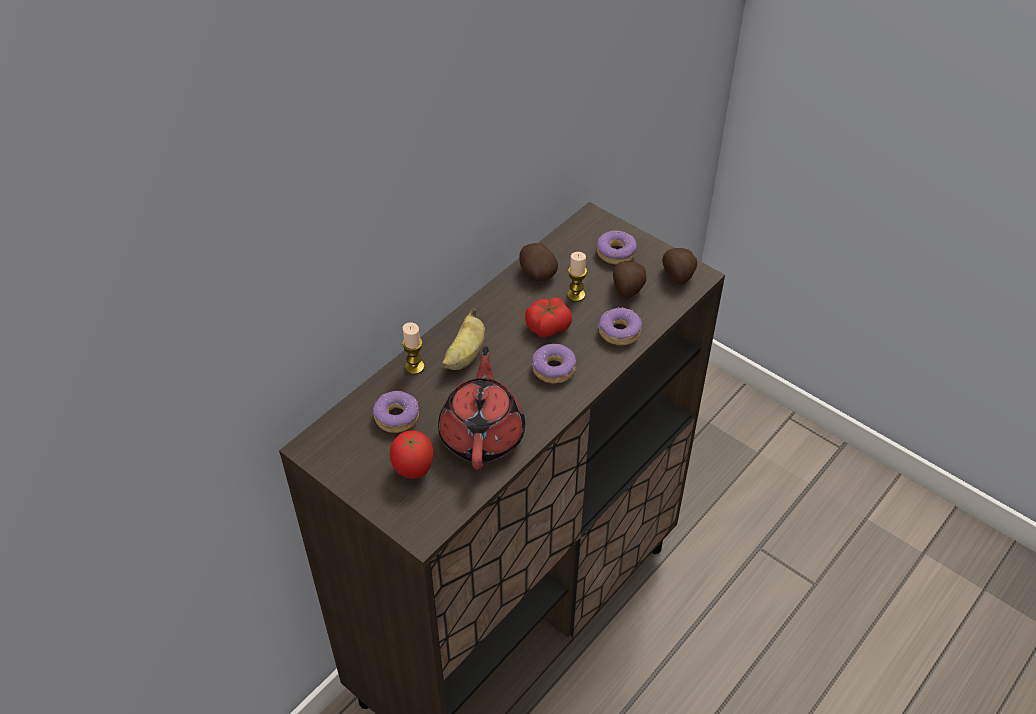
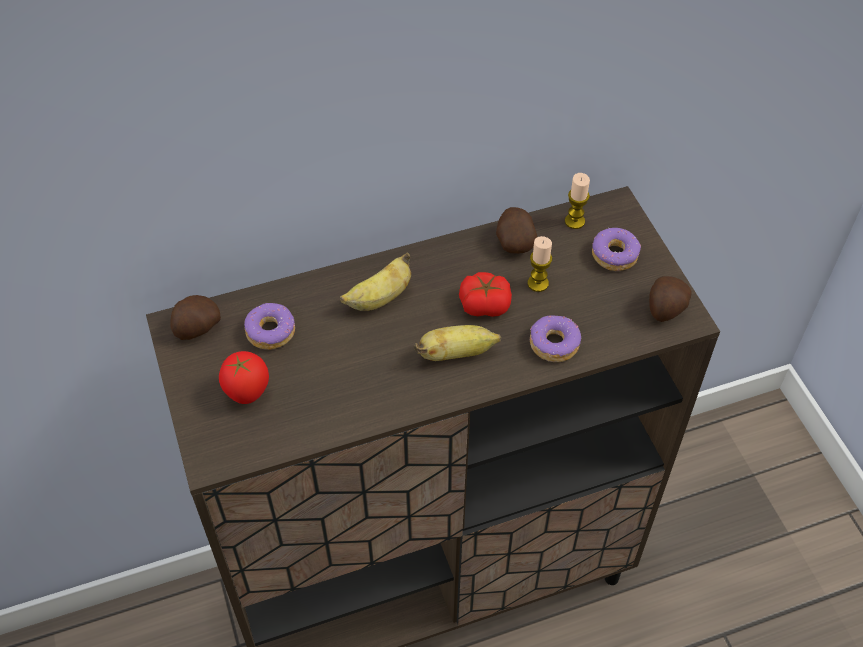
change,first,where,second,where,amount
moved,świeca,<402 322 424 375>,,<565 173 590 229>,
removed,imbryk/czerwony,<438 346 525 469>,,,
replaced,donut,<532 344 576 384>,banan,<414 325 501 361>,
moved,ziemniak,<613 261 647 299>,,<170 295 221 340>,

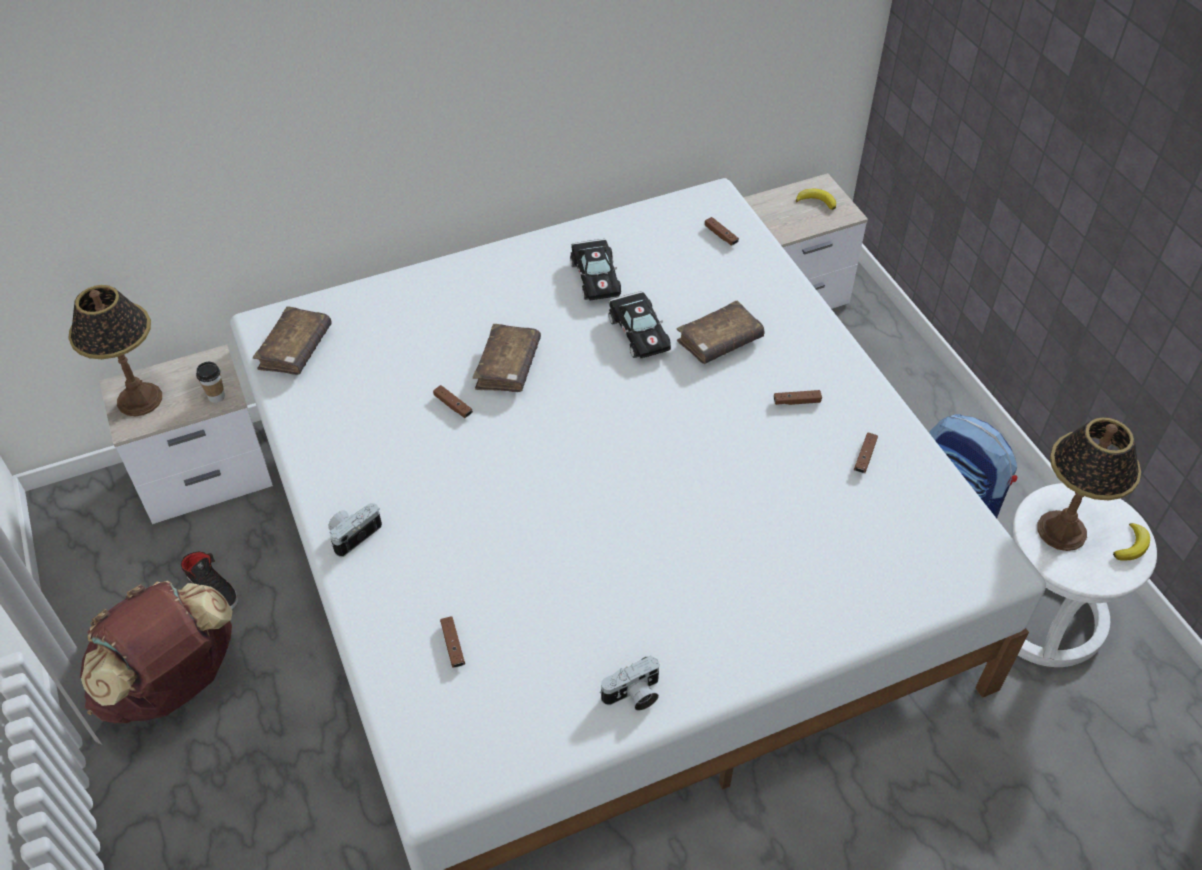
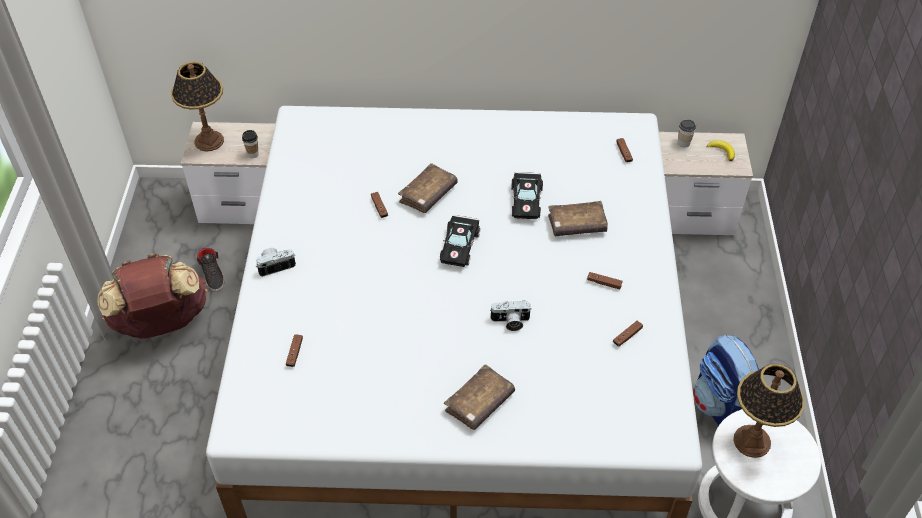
change,first,where,second,where,amount
moved,książka/brązowy,<253 306 332 375>,,<444 364 515 430>,
moved,samochodzik/czarny,<570 239 621 300>,,<440 215 480 267>,
moved,aparat fotograficzny,<600 656 660 710>,,<489 300 532 331>,
removed,banan,<1113 523 1150 561>,,,
added,,,filiżanka,<678 119 696 147>,

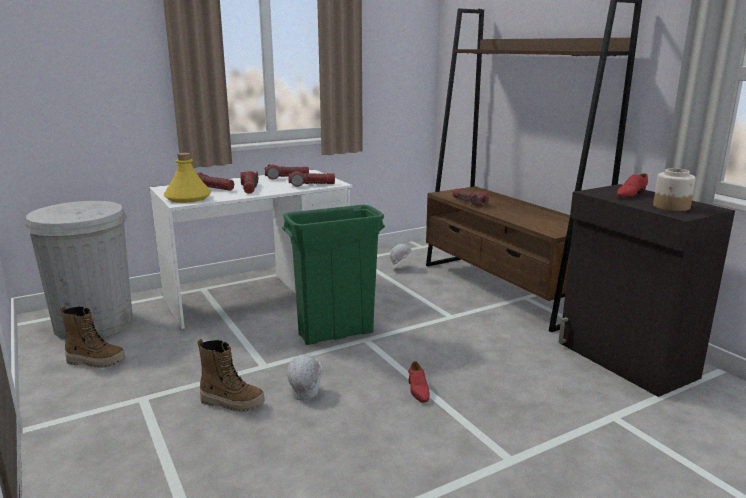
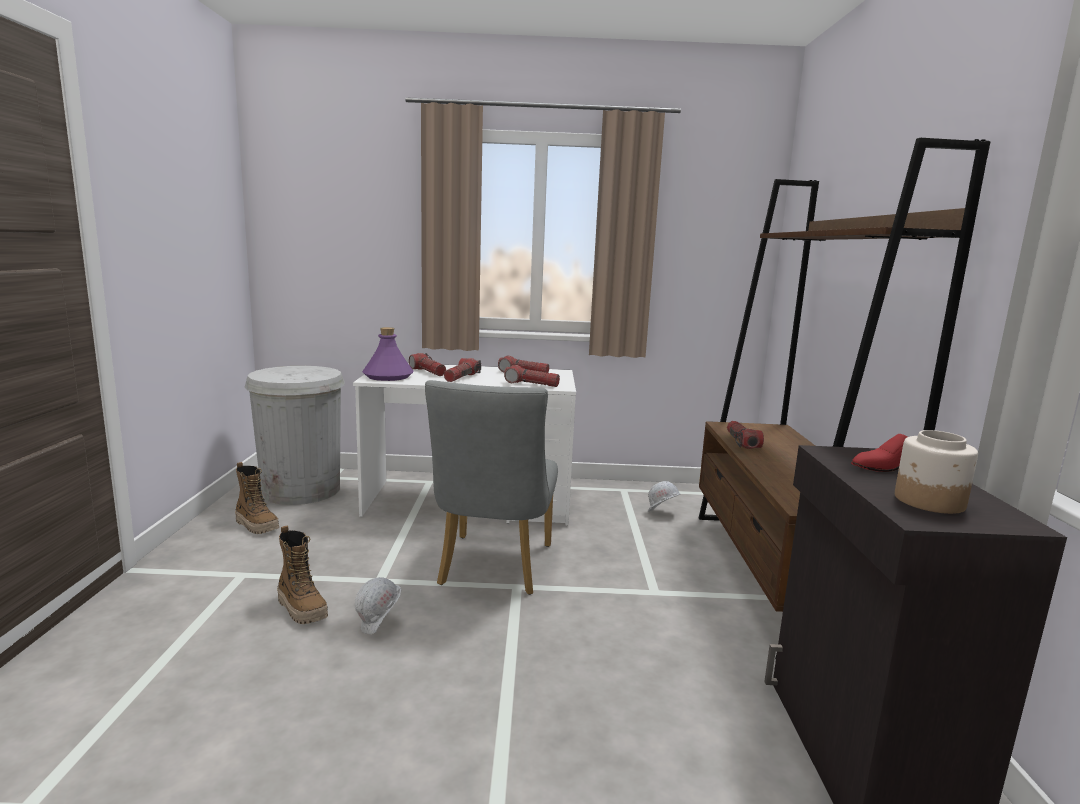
change,first,where,second,where,amount
recoloured,butelka/żółty,<164 153 211 203>,butelka/fioletowy,<362 327 413 381>,
replaced,kosz na śmieci/zielony,<282 205 385 345>,krzesło/szary,<425 380 558 595>,
removed,but/czerwony,<408 361 429 403>,,,

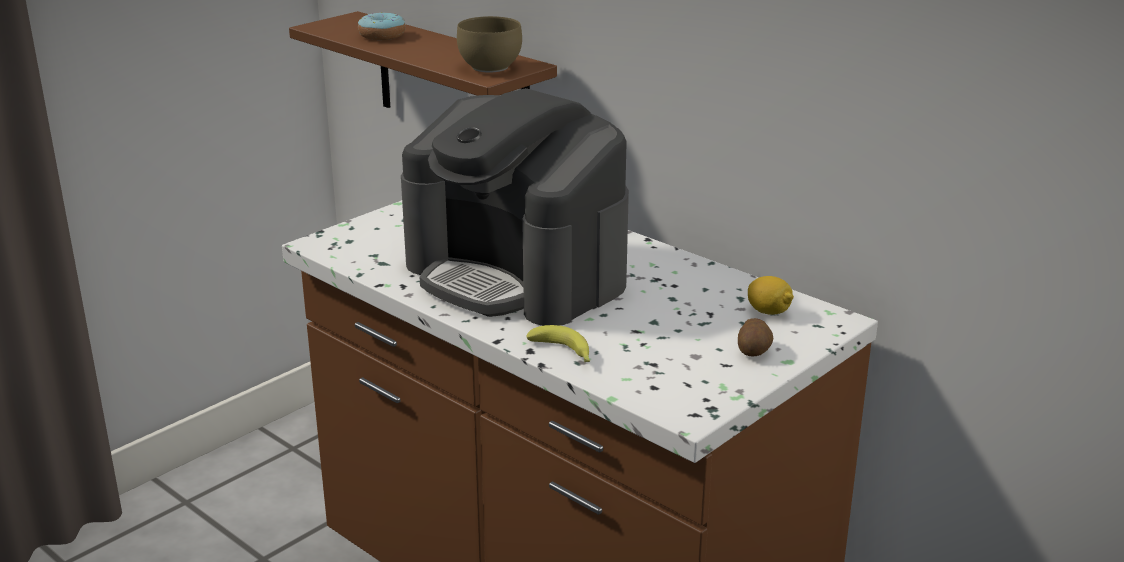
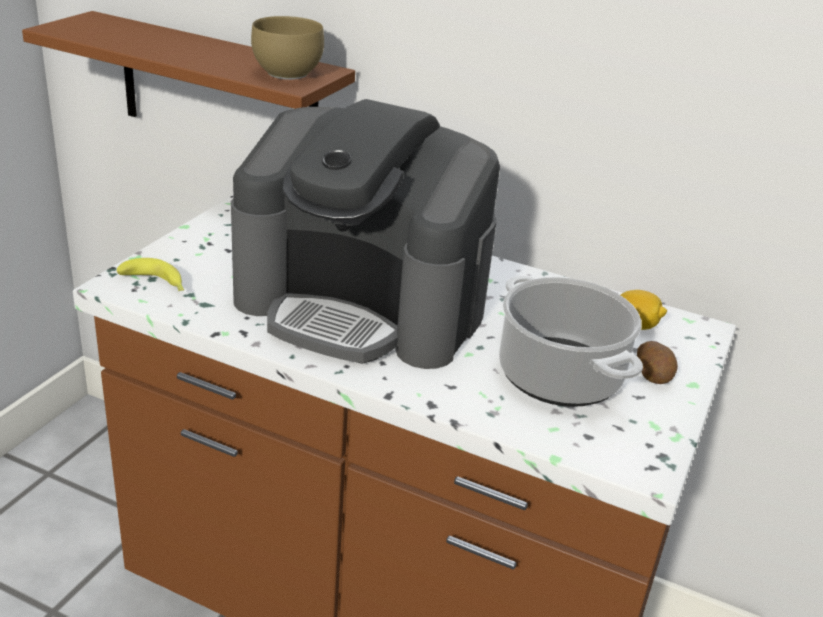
change,first,where,second,where,amount
removed,donut,<358 12 406 40>,,,
moved,banan,<526 325 590 362>,,<117 258 184 291>,
added,,,garnek,<499 275 643 407>,

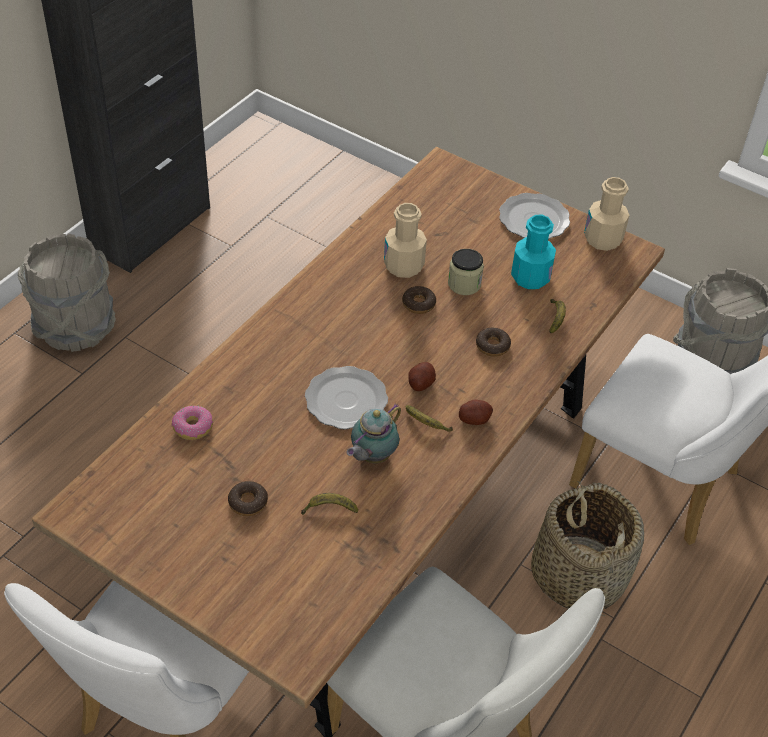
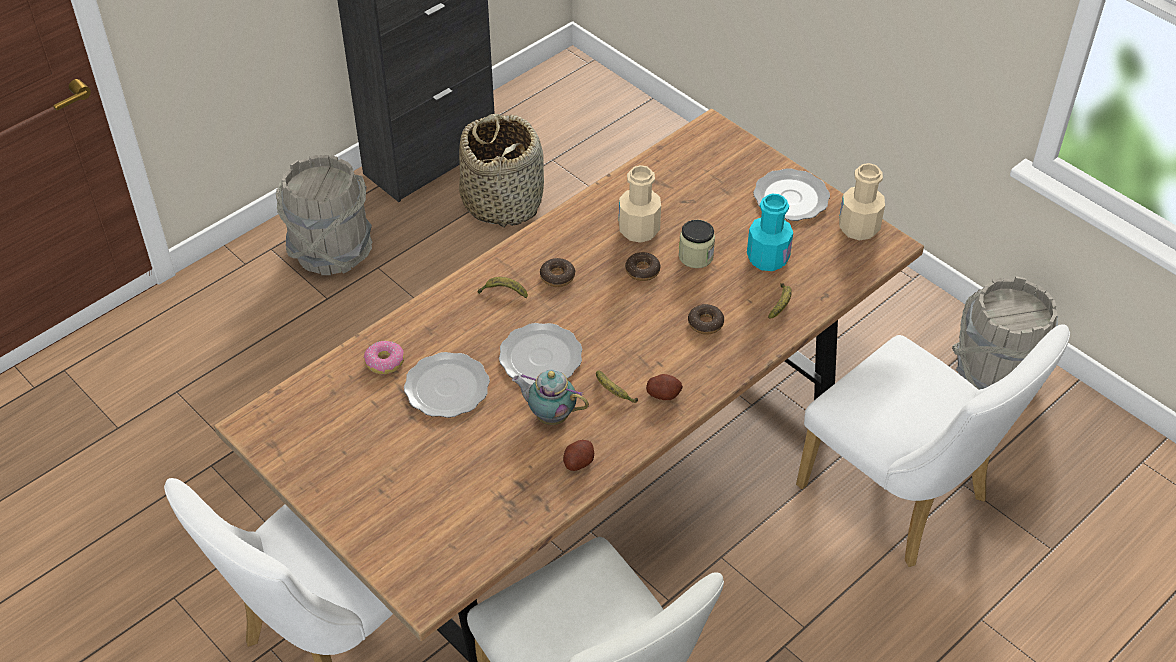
change,first,where,second,where,amount
moved,donut,<228 481 268 516>,,<540 258 575 287>,
moved,banan,<301 493 358 515>,,<478 277 528 298>,
turned,imbryk,<347 403 401 463>,,<512 369 589 425>,60 degrees clockwise
moved,ziemniak,<408 362 436 391>,,<563 440 594 471>,
moved,koszyk,<531 481 644 616>,,<459 114 544 228>,
added,,,talerz,<404 352 490 418>,

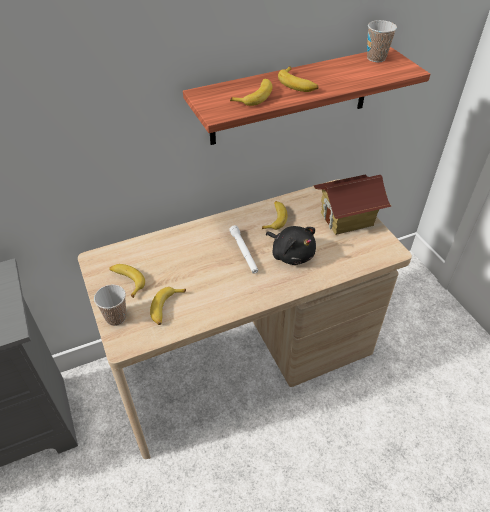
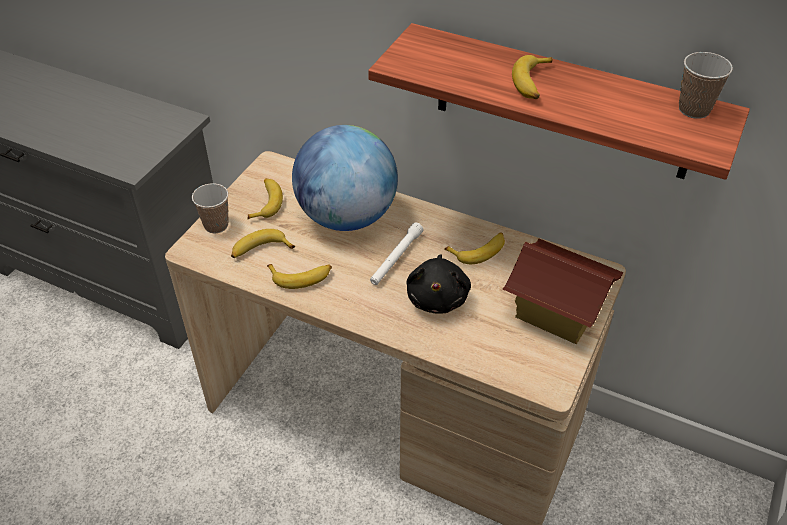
change,first,where,second,where,amount
moved,banan,<230 78 272 106>,,<267 264 332 289>,
added,,,globus,<292 125 398 231>,

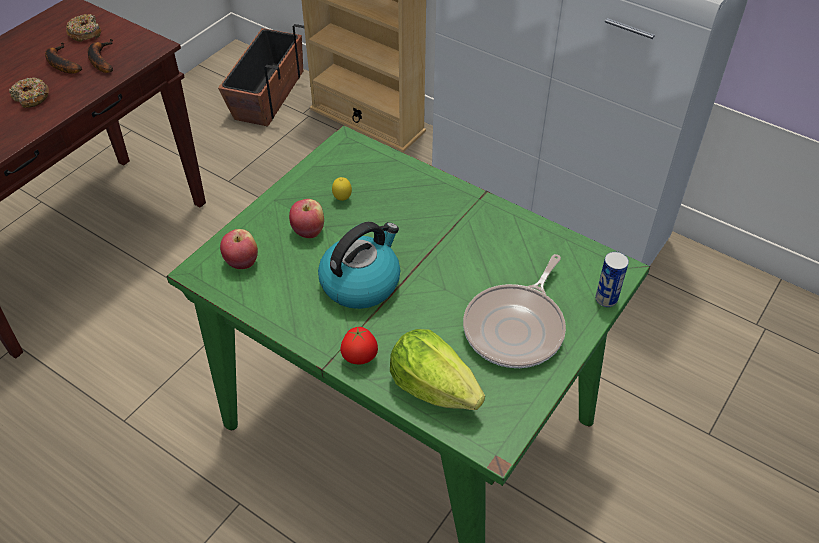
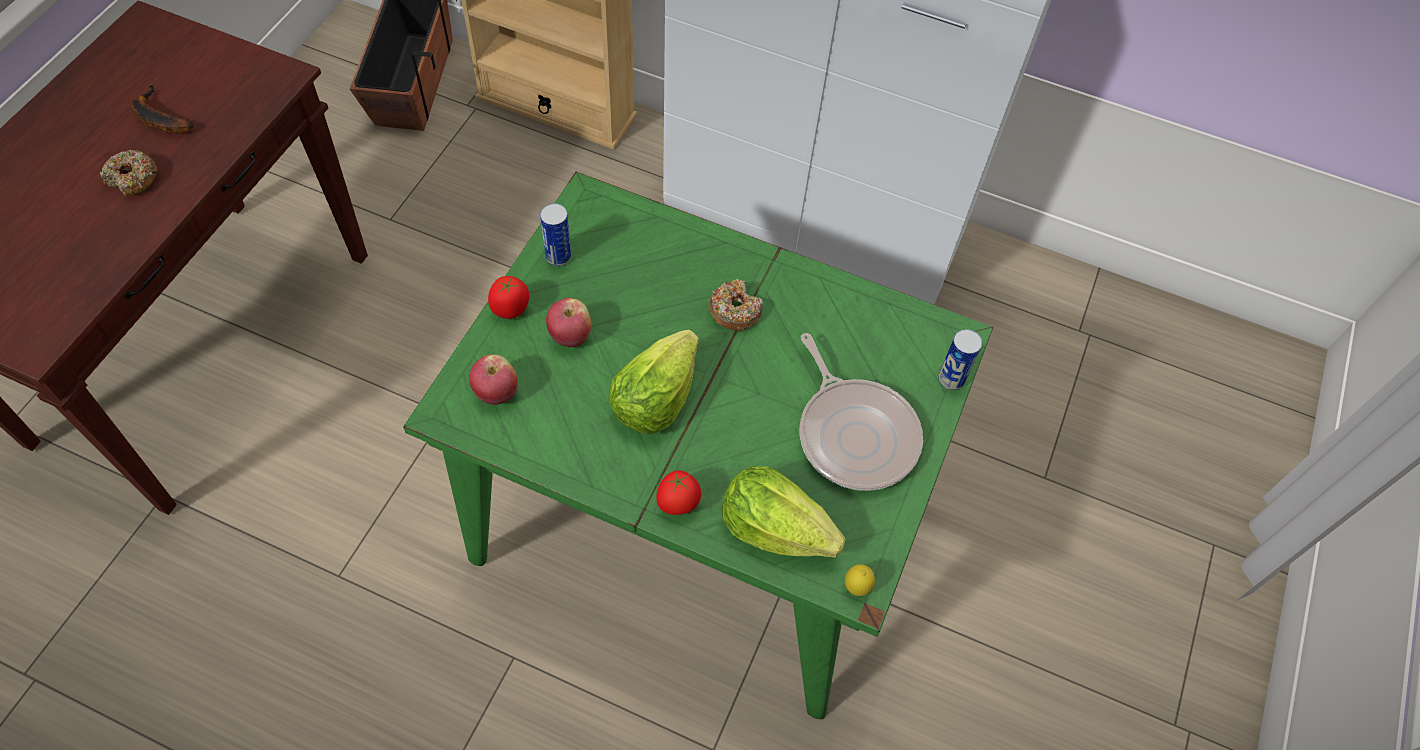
change,first,where,second,where,amount
moved,donut,<66 14 101 42>,,<709 279 763 331>,
removed,banan,<87 39 113 73>,,,
replaced,czajnik,<318 222 400 309>,sałata,<608 330 699 434>,
moved,cytryna,<332 177 352 201>,,<845 564 875 596>,
turned,patelnia,<463 254 566 368>,,<800 333 923 491>,45 degrees counterclockwise
added,,,pomidor,<488 276 529 319>,
added,,,puszka,<540 203 572 266>,

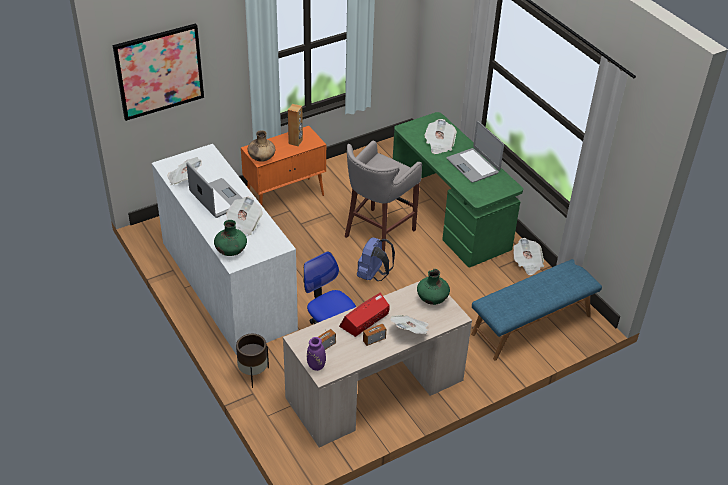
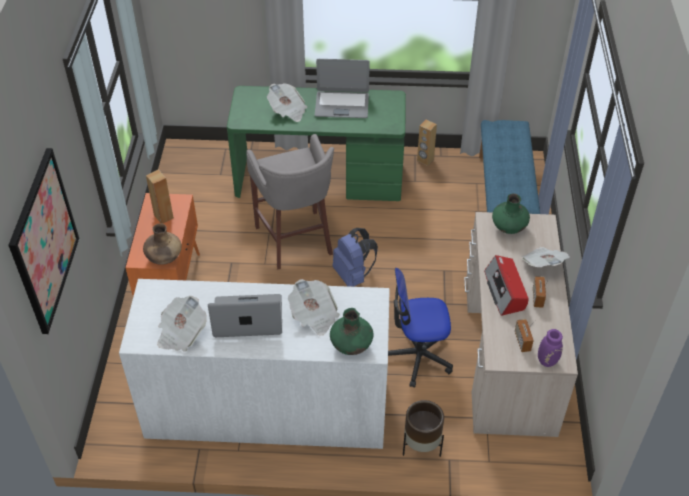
change,first,where,second,where,amount
replaced,gazeta,<513 238 544 275>,głośnik/brązowy,<417 119 437 166>,

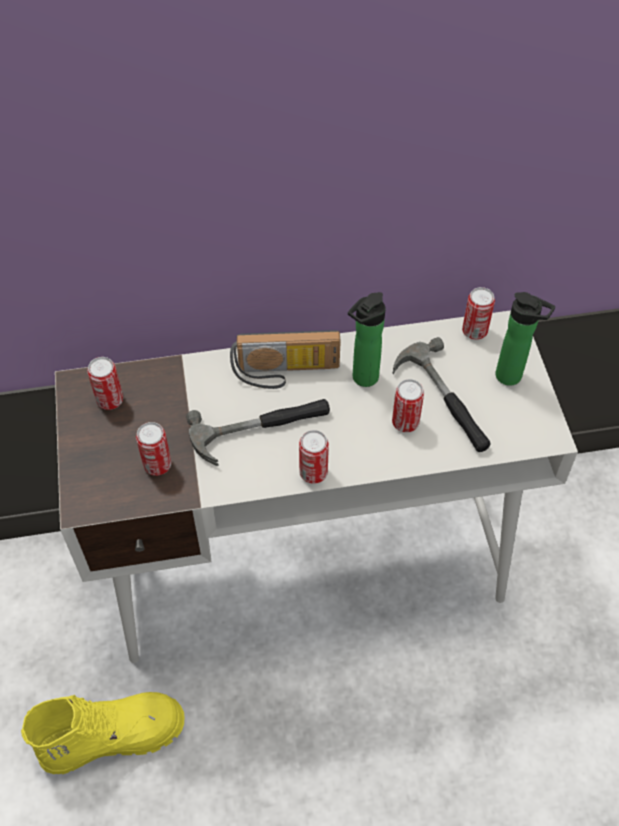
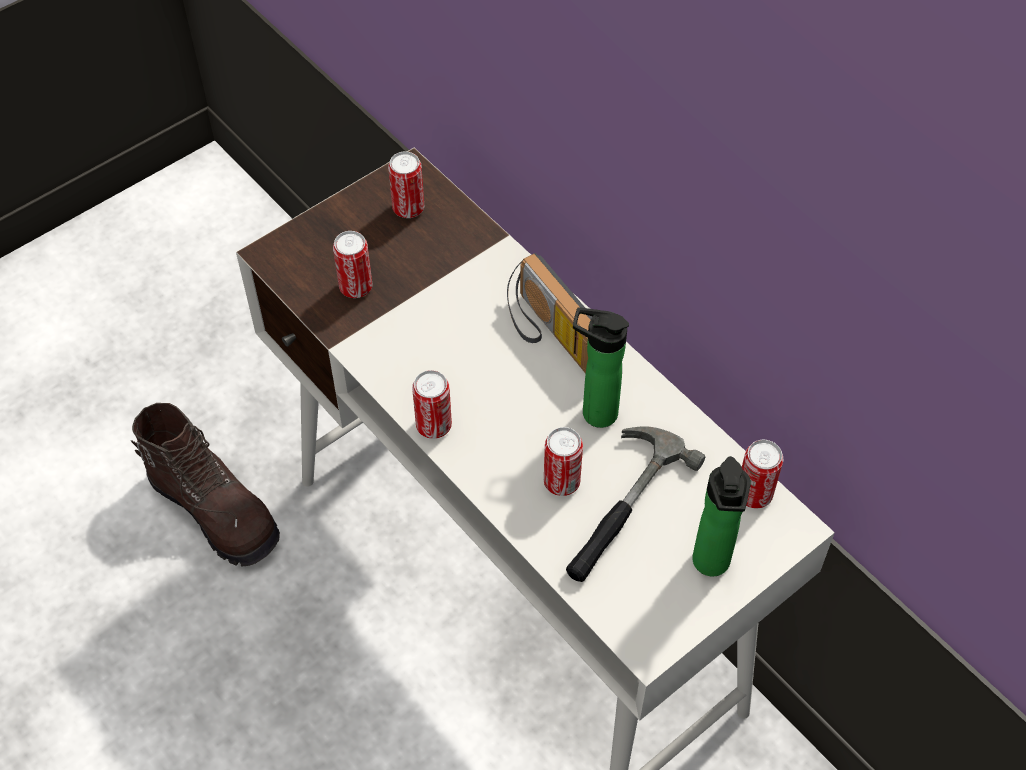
change,first,where,second,where,amount
recoloured,but z cholewką/żółty,<21 692 185 774>,but z cholewką/brązowy,<131 403 280 567>,
removed,młotek,<186 399 330 466>,,,

